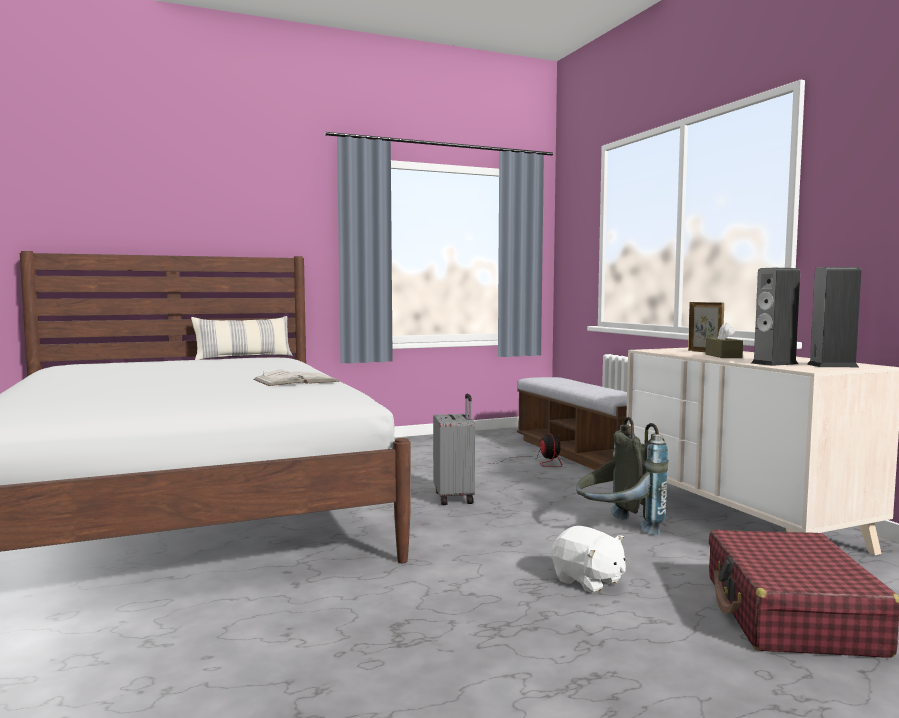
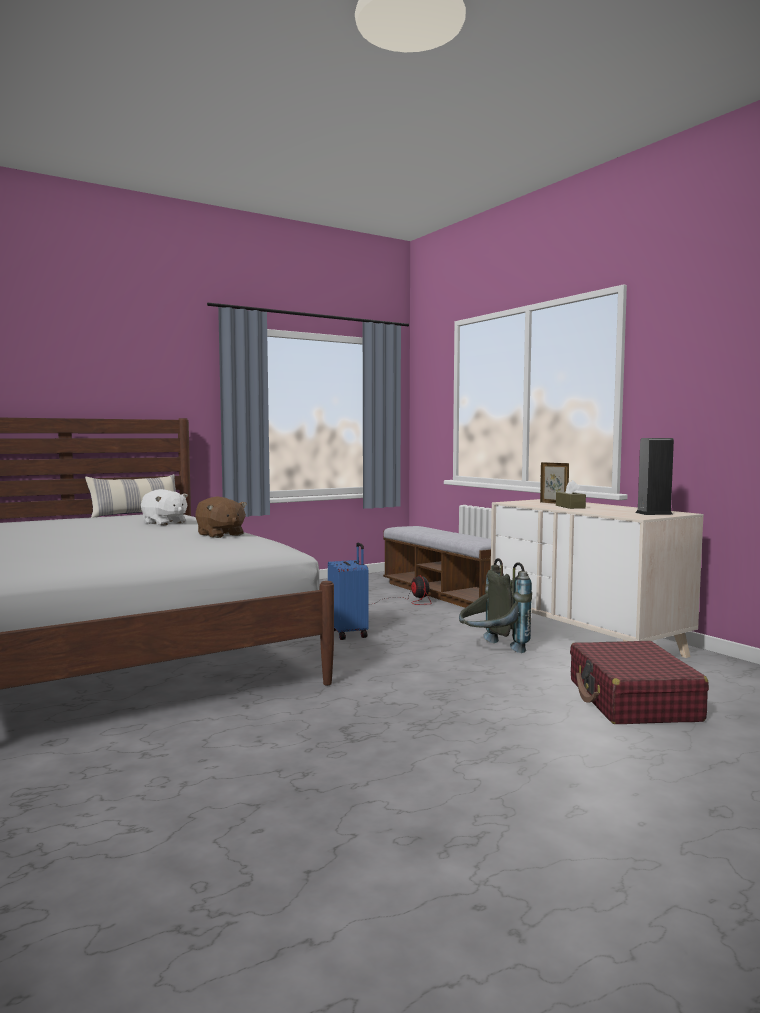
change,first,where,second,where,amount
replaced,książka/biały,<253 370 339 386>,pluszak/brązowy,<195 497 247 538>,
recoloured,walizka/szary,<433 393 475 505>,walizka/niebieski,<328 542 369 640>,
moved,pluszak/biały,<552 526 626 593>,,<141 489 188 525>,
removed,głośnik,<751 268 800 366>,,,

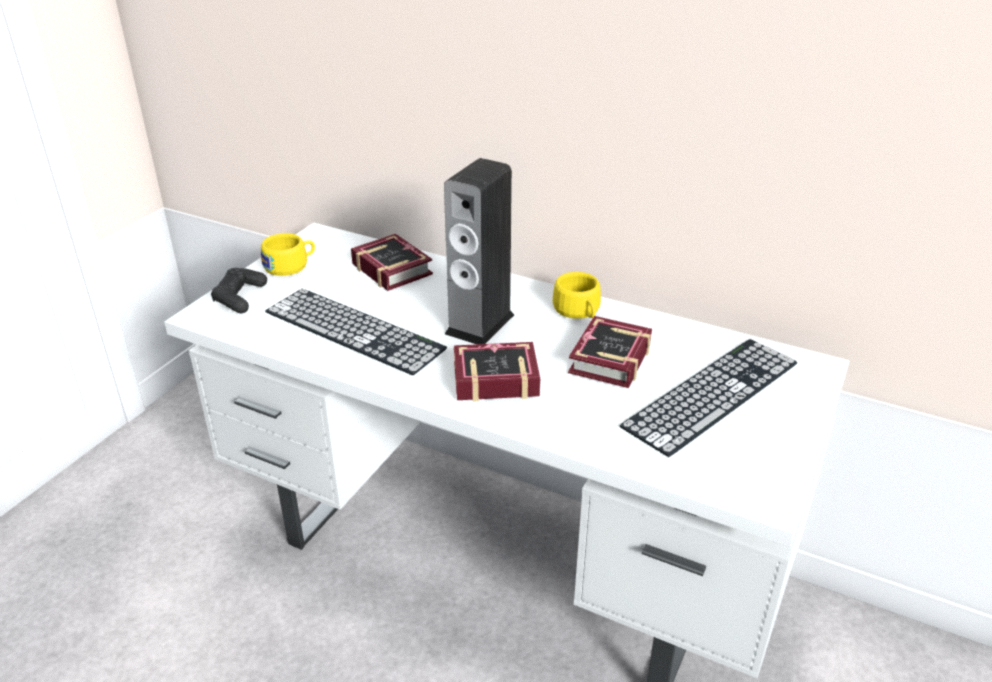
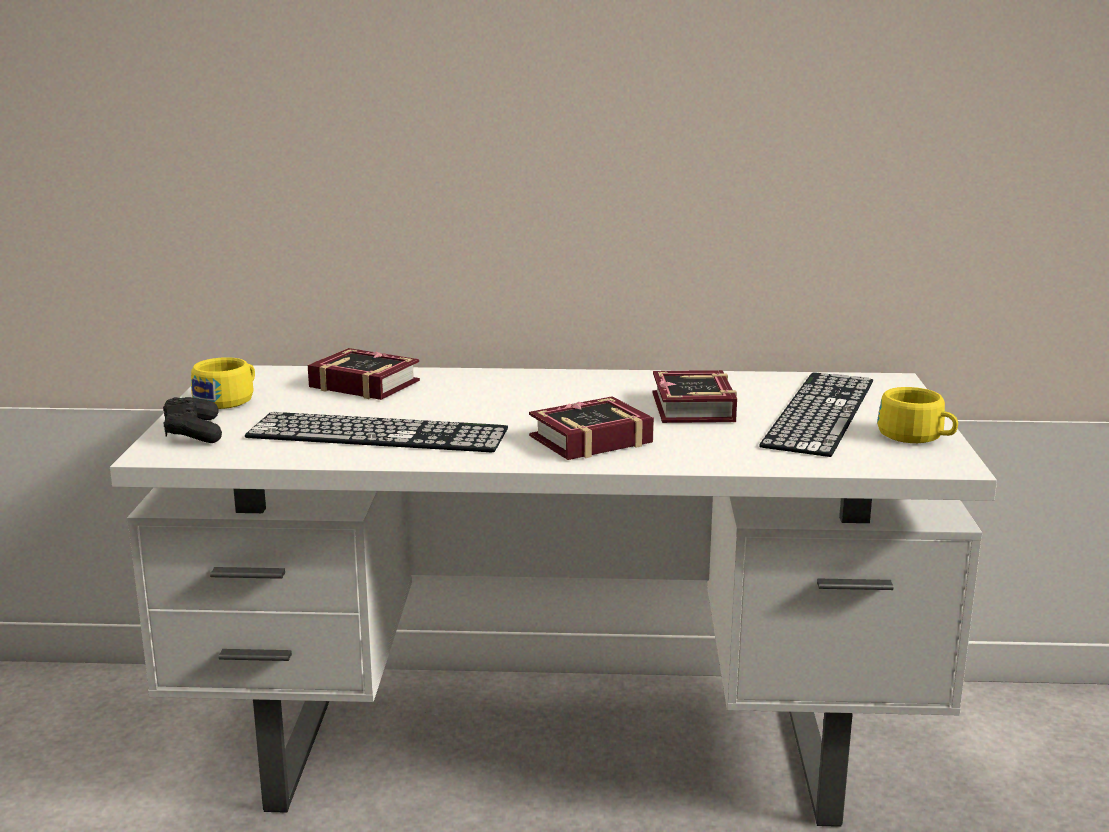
change,first,where,second,where,amount
removed,głośnik,<444 158 514 344>,,,
moved,filiżanka/żółty,<553 272 601 319>,,<877 387 958 443>,

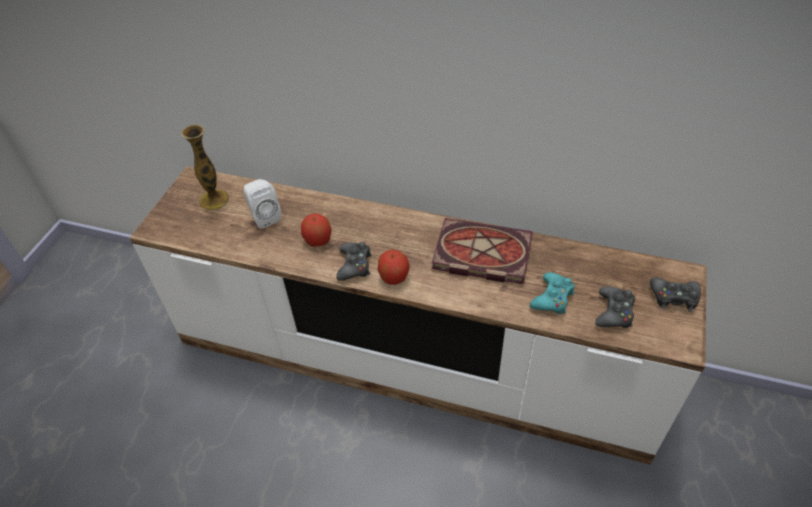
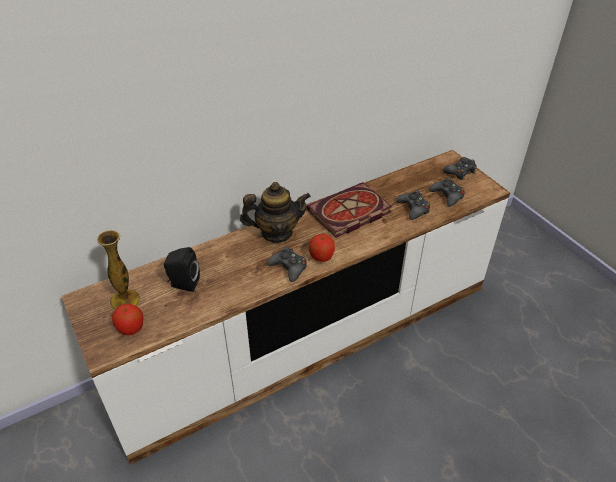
change,first,where,second,where,amount
recoloured,głośnik/biały,<243 179 281 229>,głośnik/czarny,<164 247 200 292>,
moved,jabłko,<301 213 332 247>,,<112 304 143 335>,
recoloured,pad do gier/turkusowy,<530 272 575 314>,pad do gier/czarny,<396 190 430 220>,
added,,,imbryk,<240 182 311 243>,

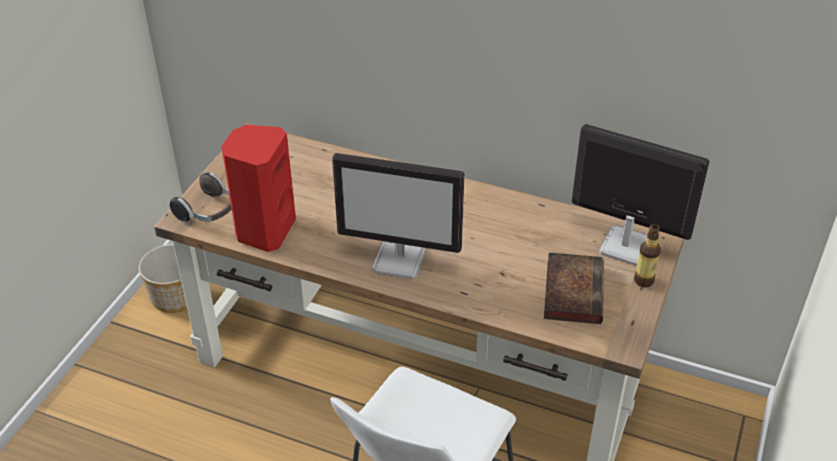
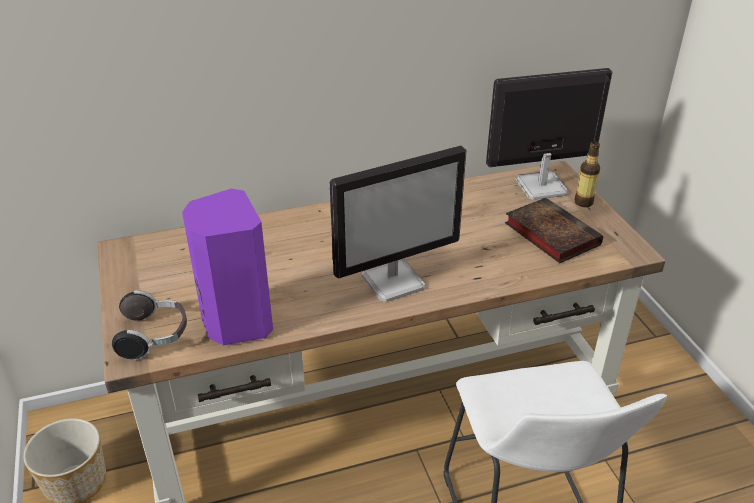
change,first,where,second,where,amount
recoloured,głośnik/czerwony,<221 125 296 252>,głośnik/fioletowy,<182 189 273 345>,

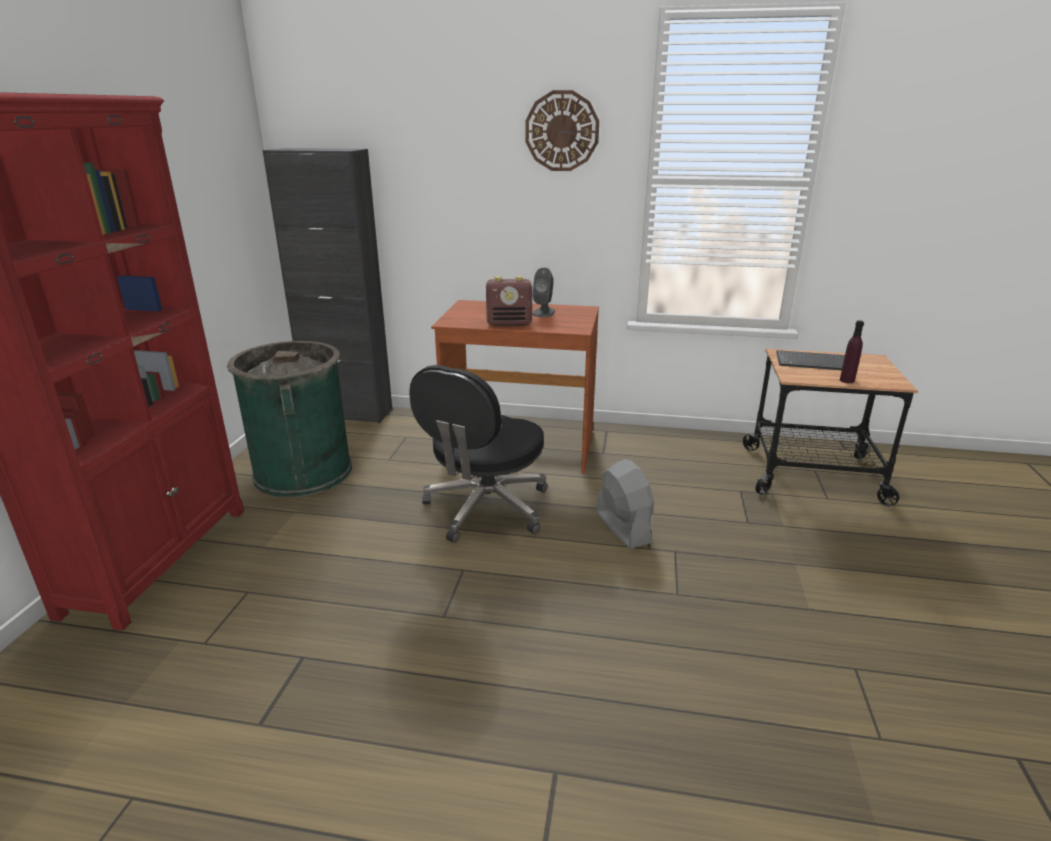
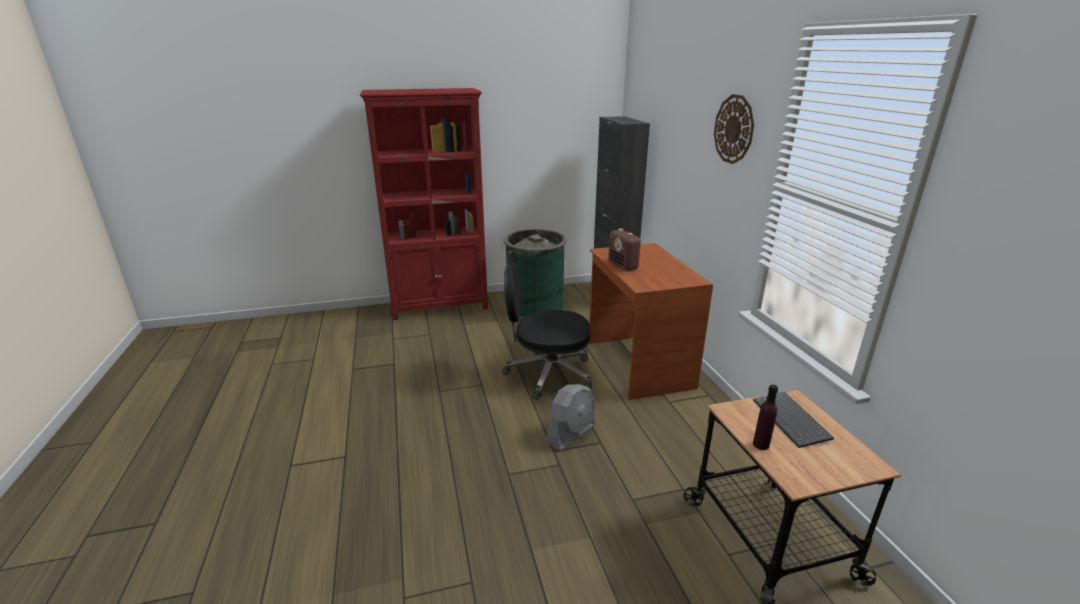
change,first,where,second,where,amount
removed,głośnik/szary,<532 267 555 317>,,,

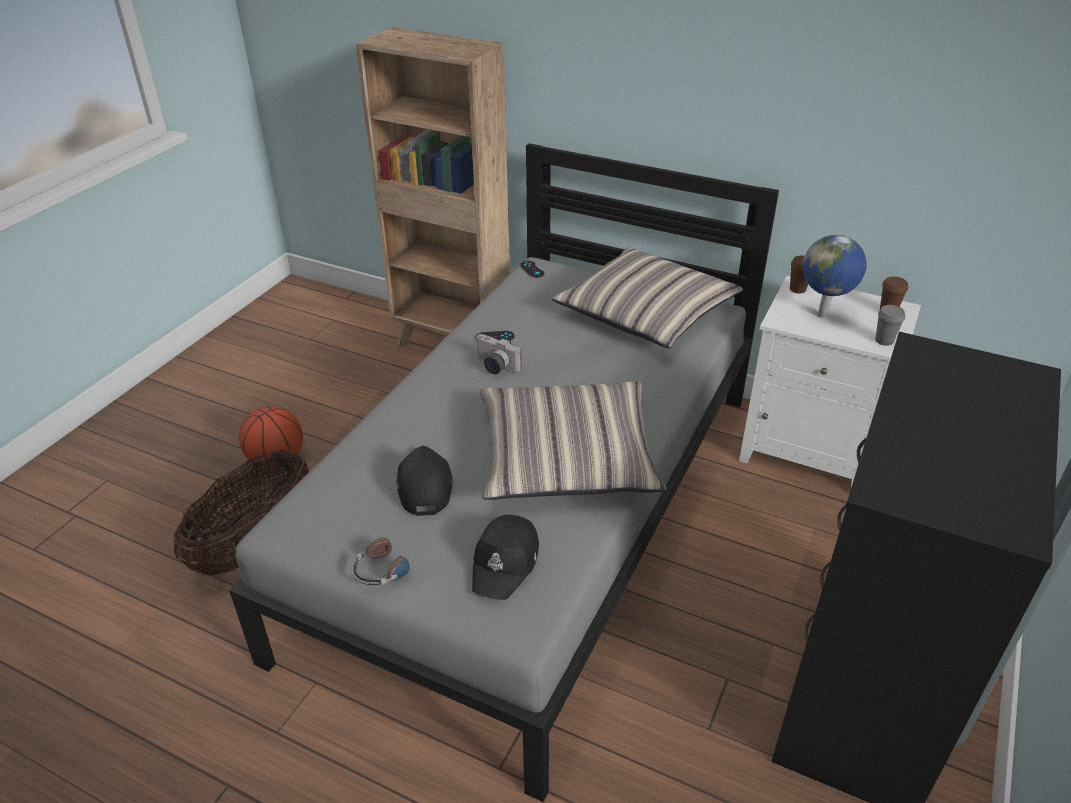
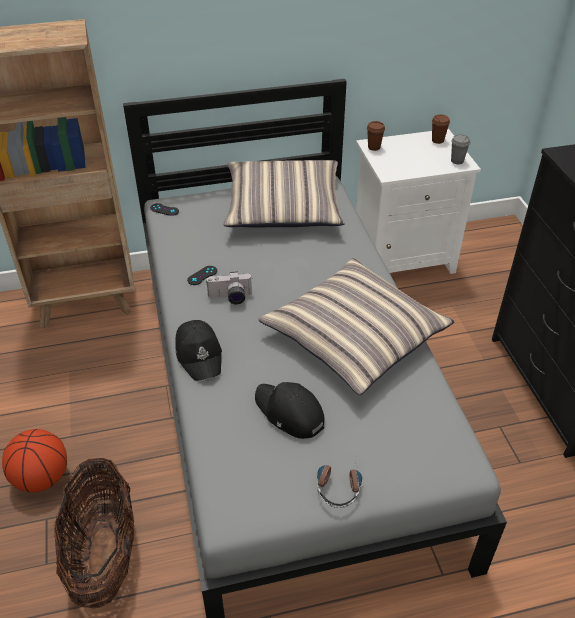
change,first,where,second,where,amount
moved,czapka z daszkiem/czarny,<472 515 539 600>,,<176 320 222 381>,
removed,globus,<803 235 867 318>,,,

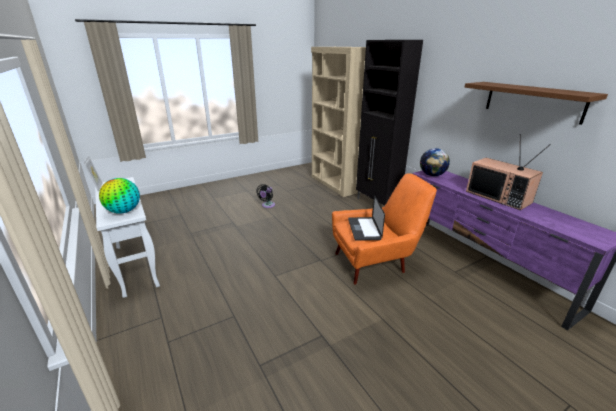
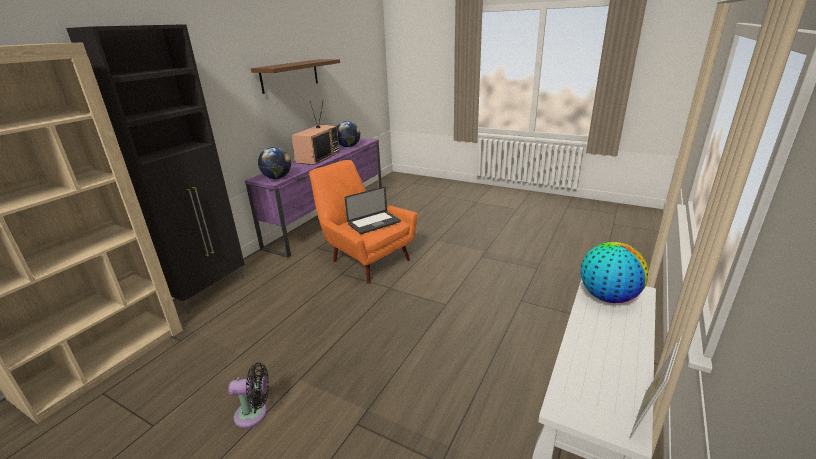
change,first,where,second,where,amount
added,,,globus,<337 121 360 147>,

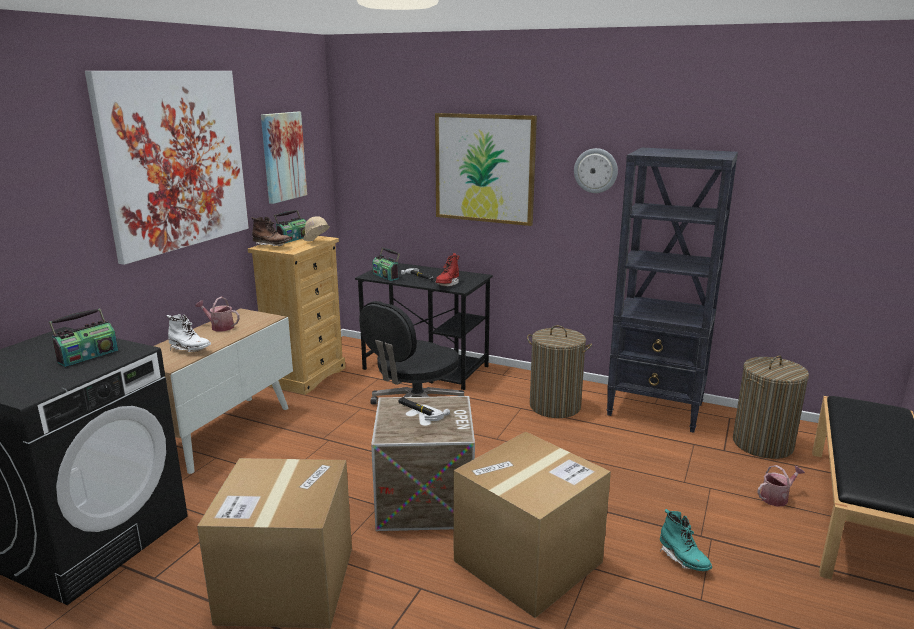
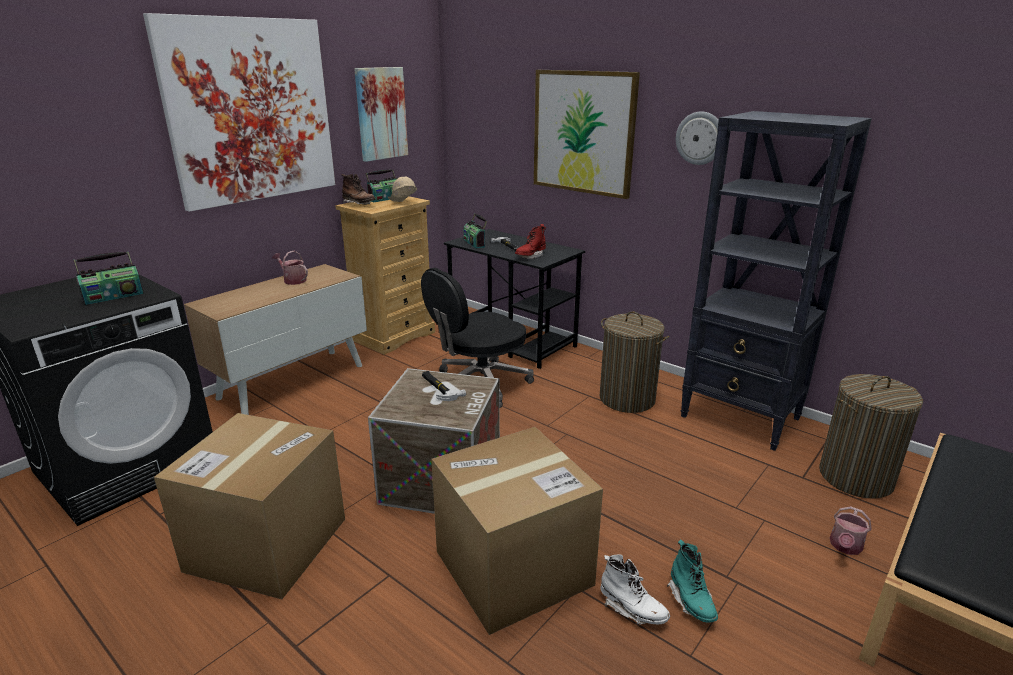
change,first,where,second,where,amount
moved,but z cholewką/biały,<167 314 211 352>,,<601 554 670 625>,
turned,konewka,<757 465 805 507>,,<830 506 872 555>,135 degrees clockwise

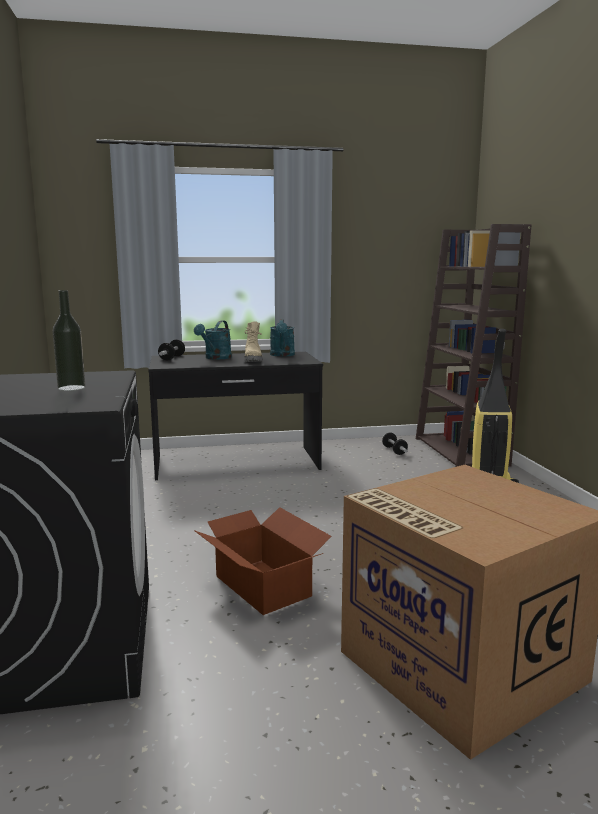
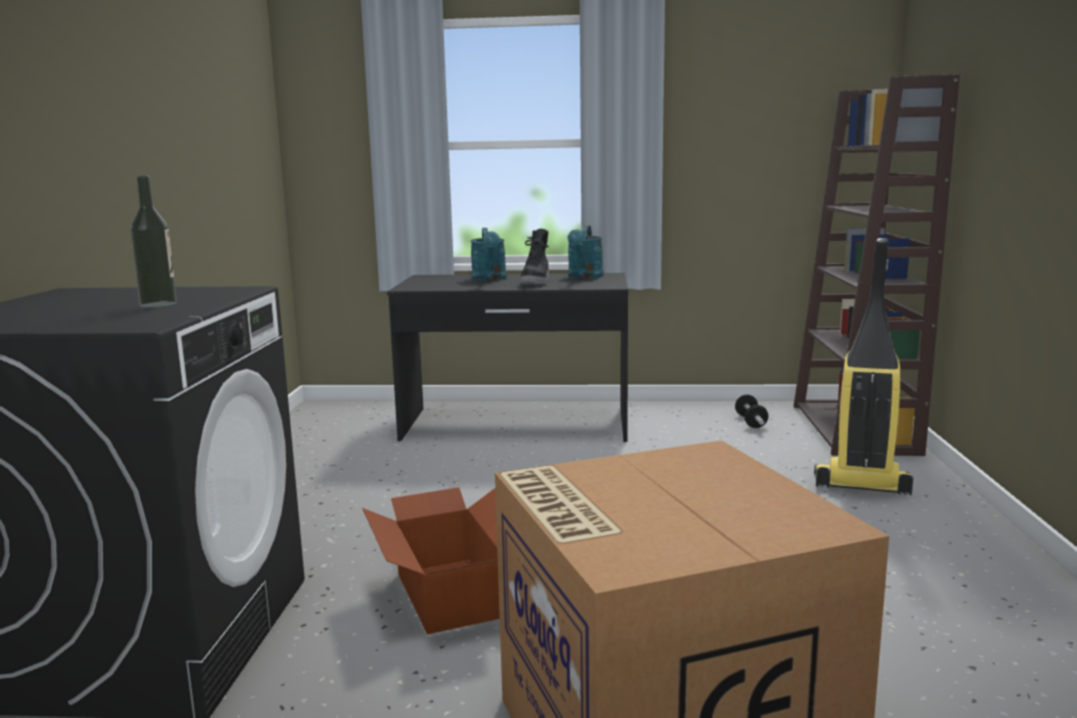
change,first,where,second,where,amount
removed,hantel,<158 339 185 360>,,,
turned,konewka/turkusowy,<194 320 232 359>,,<470 228 507 281>,45 degrees counterclockwise
recoloured,but z cholewką/beżowy,<244 321 263 362>,but z cholewką/czarny,<520 229 549 285>,

